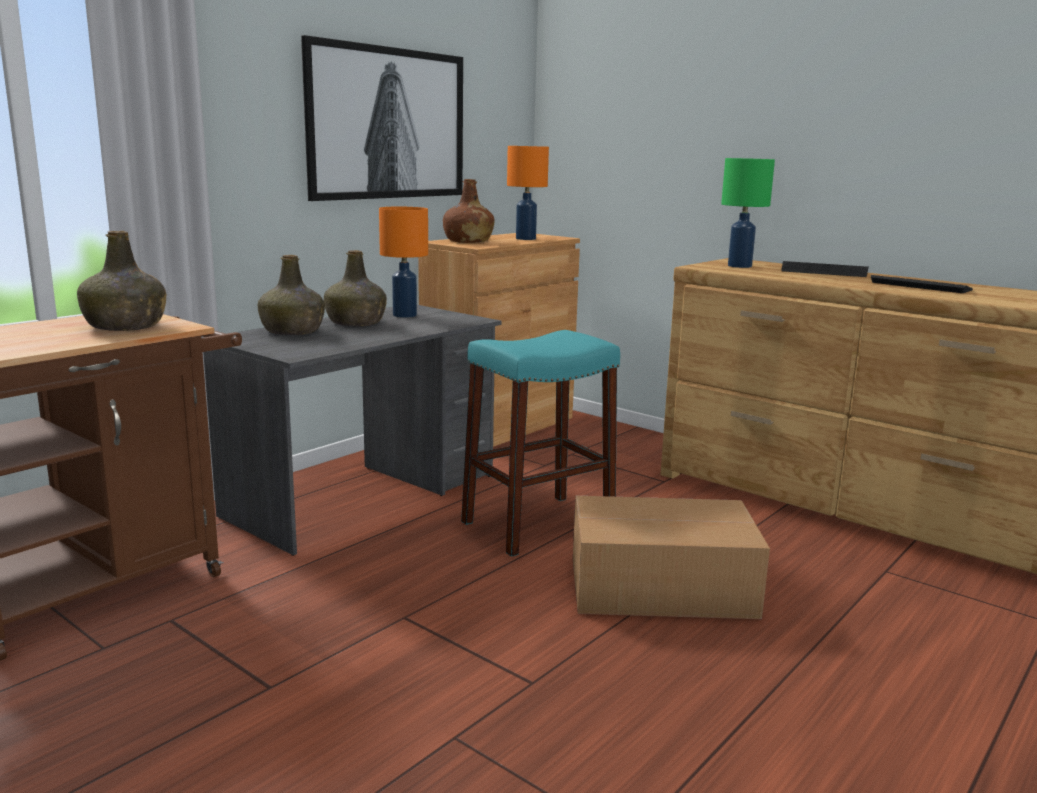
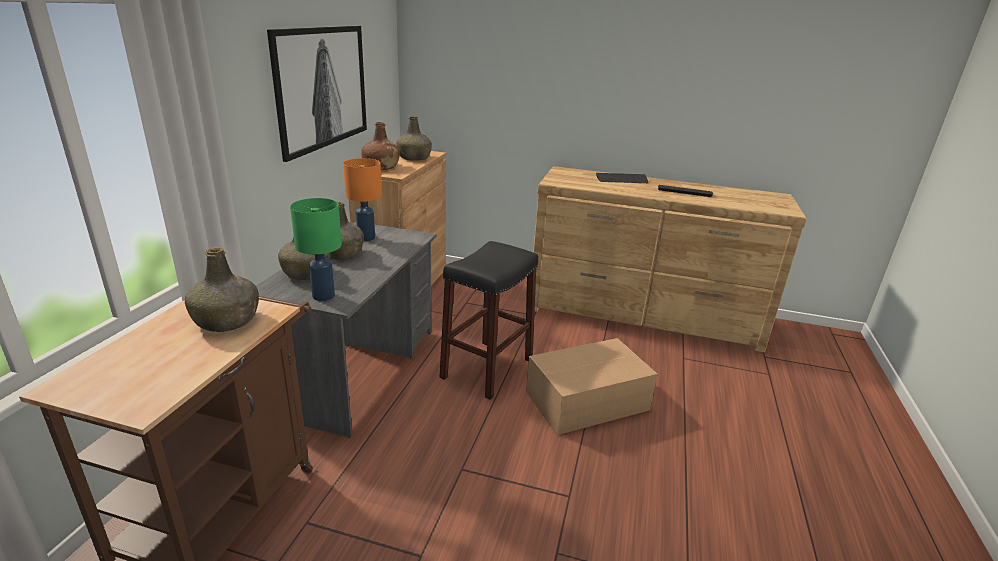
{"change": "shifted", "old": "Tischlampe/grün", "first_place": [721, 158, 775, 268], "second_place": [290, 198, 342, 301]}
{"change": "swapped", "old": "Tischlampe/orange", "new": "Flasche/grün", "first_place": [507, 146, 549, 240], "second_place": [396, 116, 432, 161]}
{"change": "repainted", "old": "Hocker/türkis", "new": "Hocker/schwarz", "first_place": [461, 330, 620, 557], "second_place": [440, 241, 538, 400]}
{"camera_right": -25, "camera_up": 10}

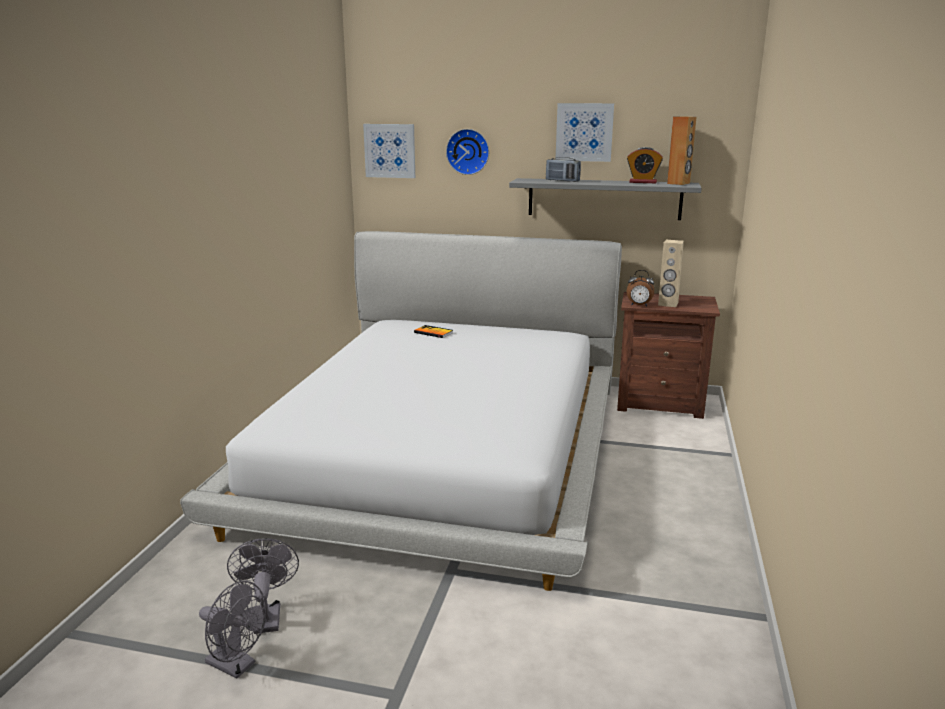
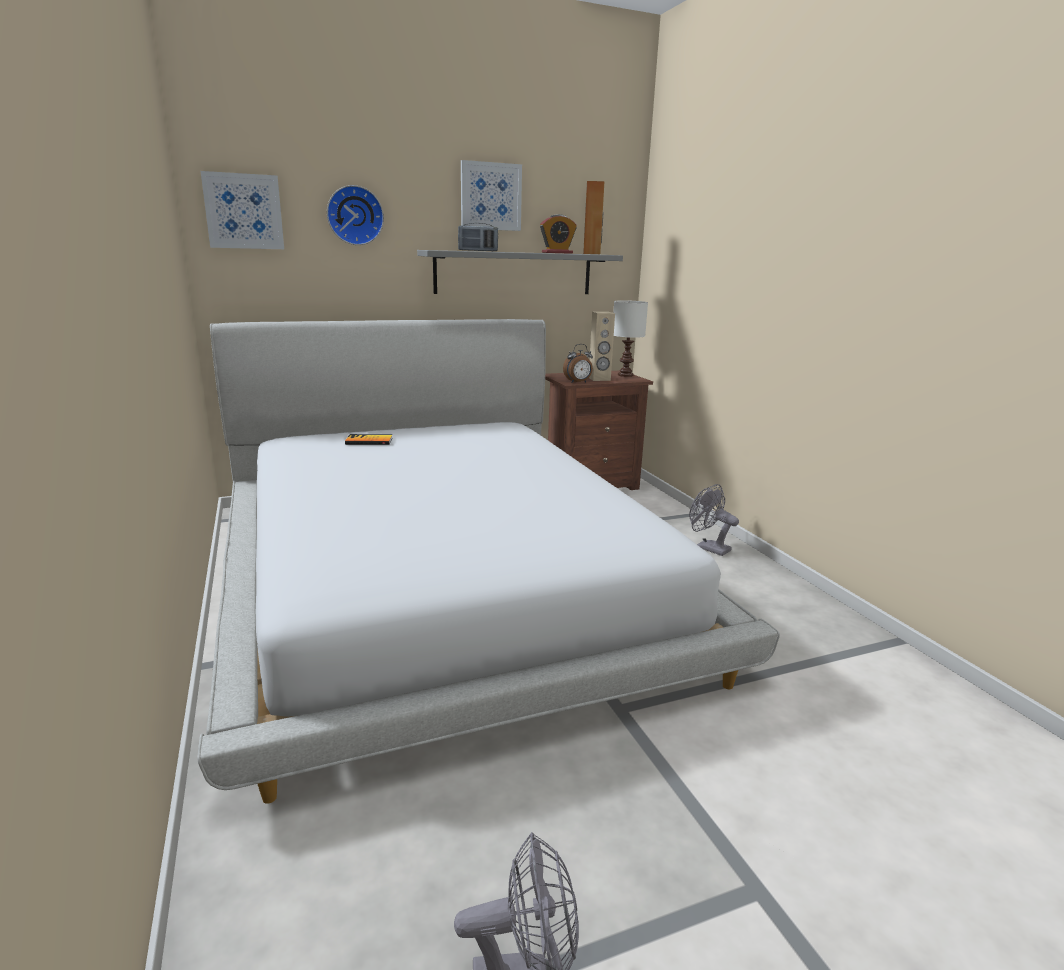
{"change": "new", "new": "Tischlampe/weiß", "second_place": [613, 300, 648, 377]}
{"change": "shifted", "old": "Ventilator/grau", "first_place": [227, 538, 299, 634], "second_place": [689, 484, 739, 556]}
{"camera_right": -35, "camera_up": 0}

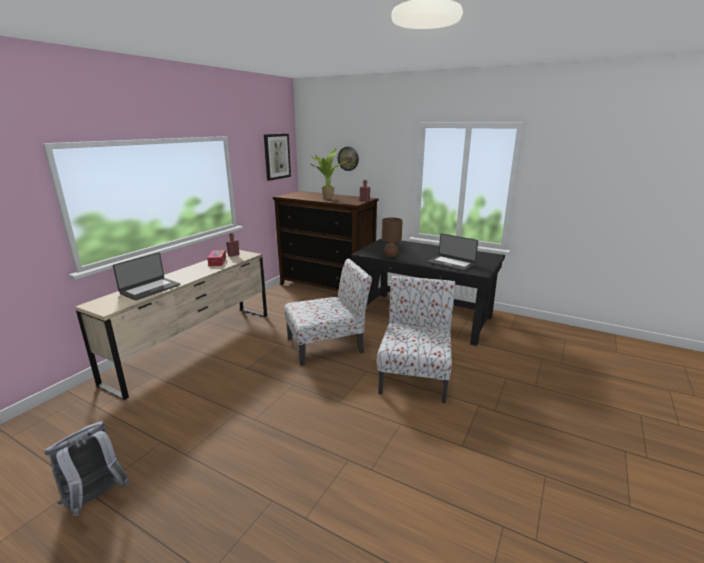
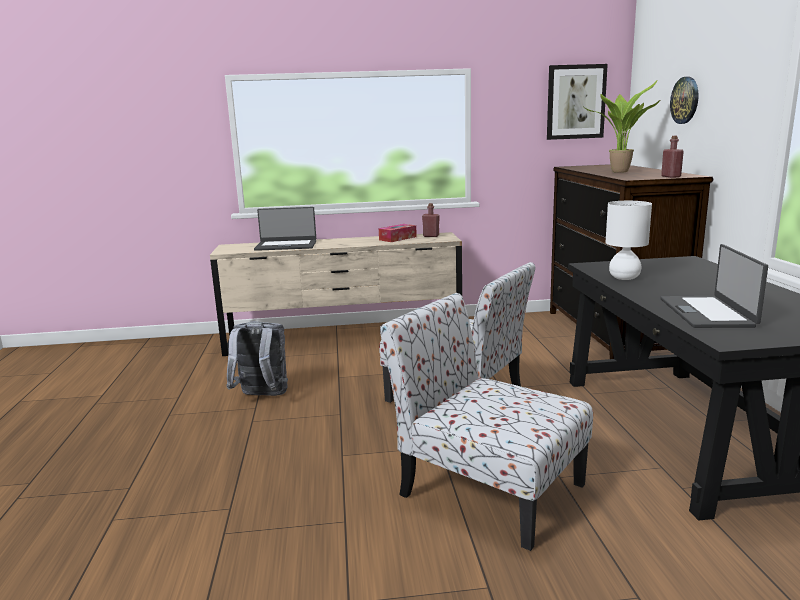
{"change": "shifted", "old": "Rucksack/grau", "first_place": [44, 421, 130, 516], "second_place": [226, 321, 288, 396]}
{"change": "repainted", "old": "Tischlampe/braun", "new": "Tischlampe/weiß", "first_place": [382, 218, 403, 257], "second_place": [605, 201, 652, 280]}
{"change": "rotated", "old": "Stuhl", "first_place": [377, 276, 455, 404], "second_place": [380, 293, 593, 551], "degrees": -120}
{"camera_right": 55, "camera_up": -5}

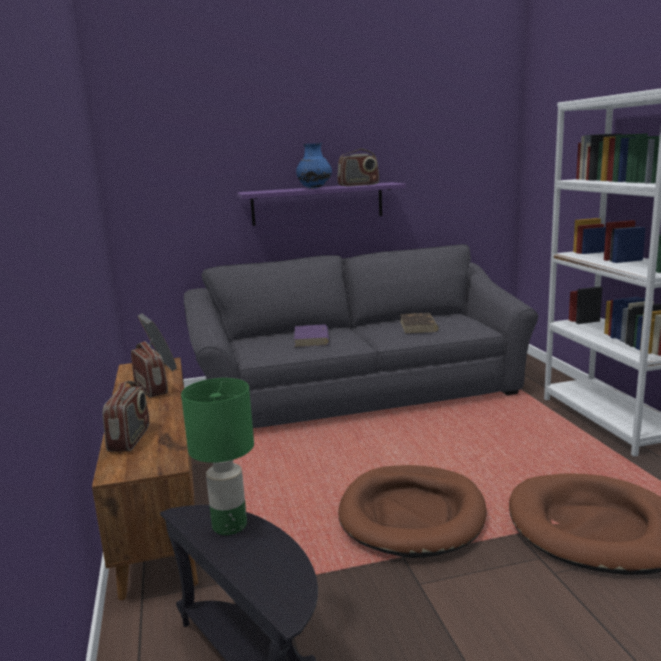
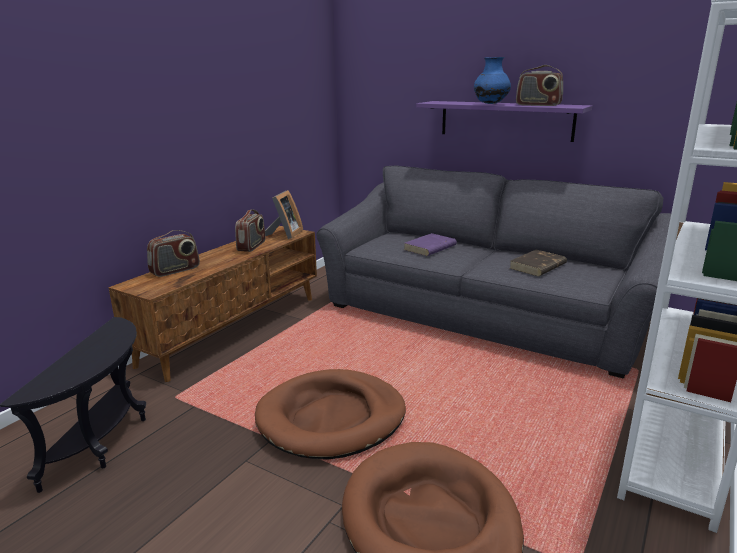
{"change": "gone", "old": "Tischlampe/grün", "first_place": [181, 378, 254, 535]}
{"camera_right": 45, "camera_up": 5}

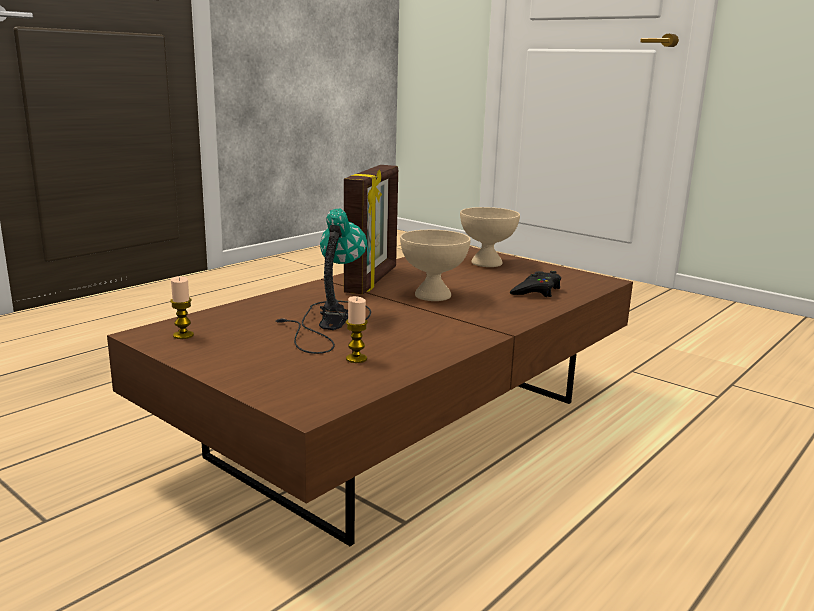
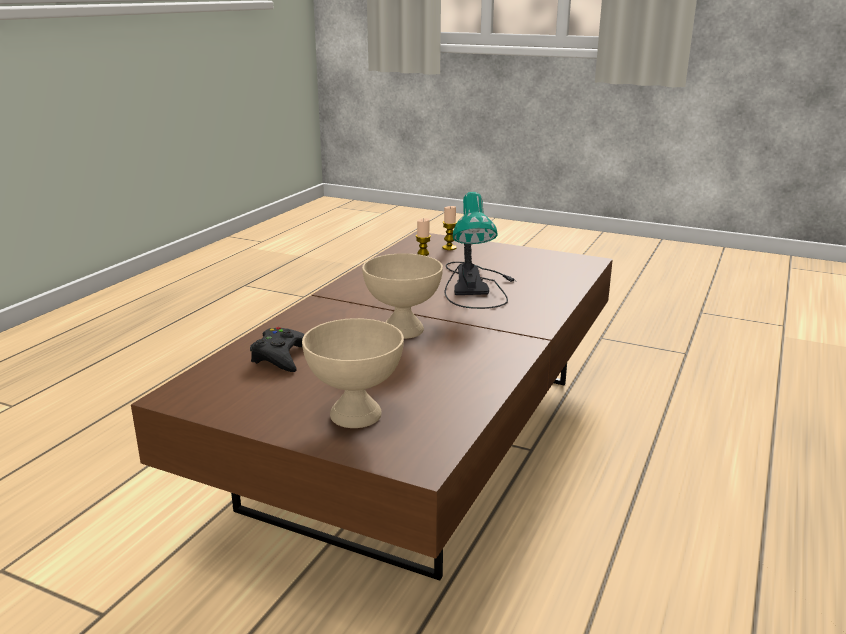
{"change": "gone", "old": "Bilderrahmen", "first_place": [344, 165, 398, 294]}
{"change": "shifted", "old": "Kerze", "first_place": [170, 276, 194, 339], "second_place": [442, 206, 457, 250]}
{"camera_right": 165, "camera_up": 5}

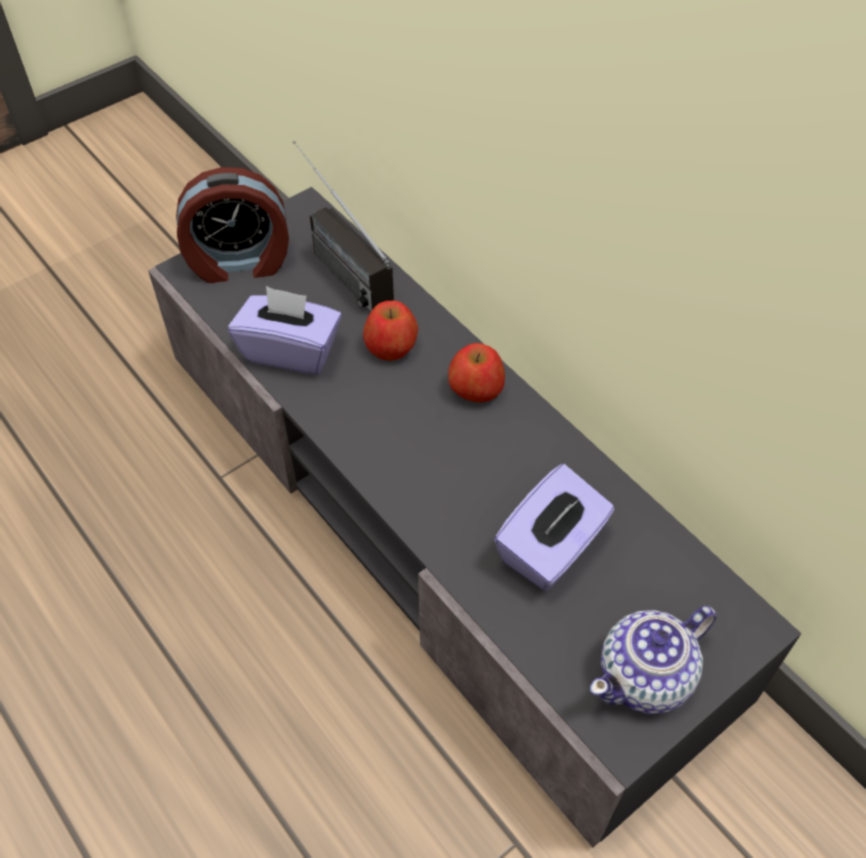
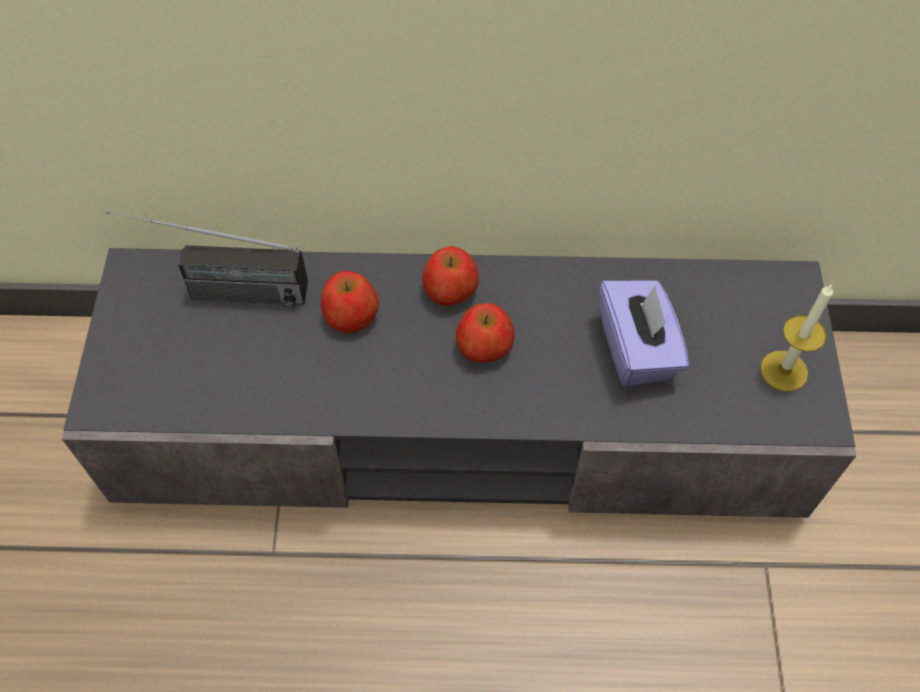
{"change": "gone", "old": "Wecker", "first_place": [176, 167, 289, 283]}
{"change": "gone", "old": "Taschentuchbox/lila", "first_place": [228, 286, 342, 375]}
{"change": "new", "new": "Apfel", "second_place": [456, 303, 515, 362]}
{"change": "swapped", "old": "Teekanne", "new": "Kerze", "first_place": [590, 606, 716, 714], "second_place": [760, 283, 833, 391]}
{"camera_right": -50, "camera_up": 5}

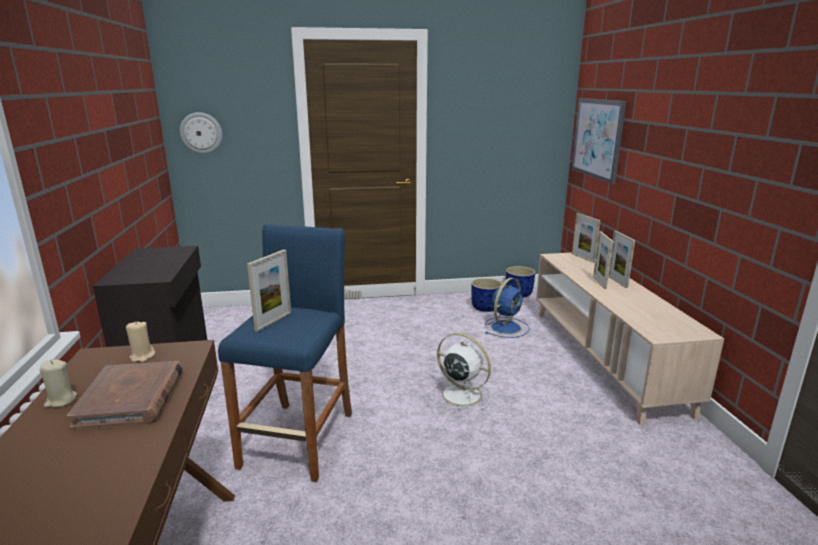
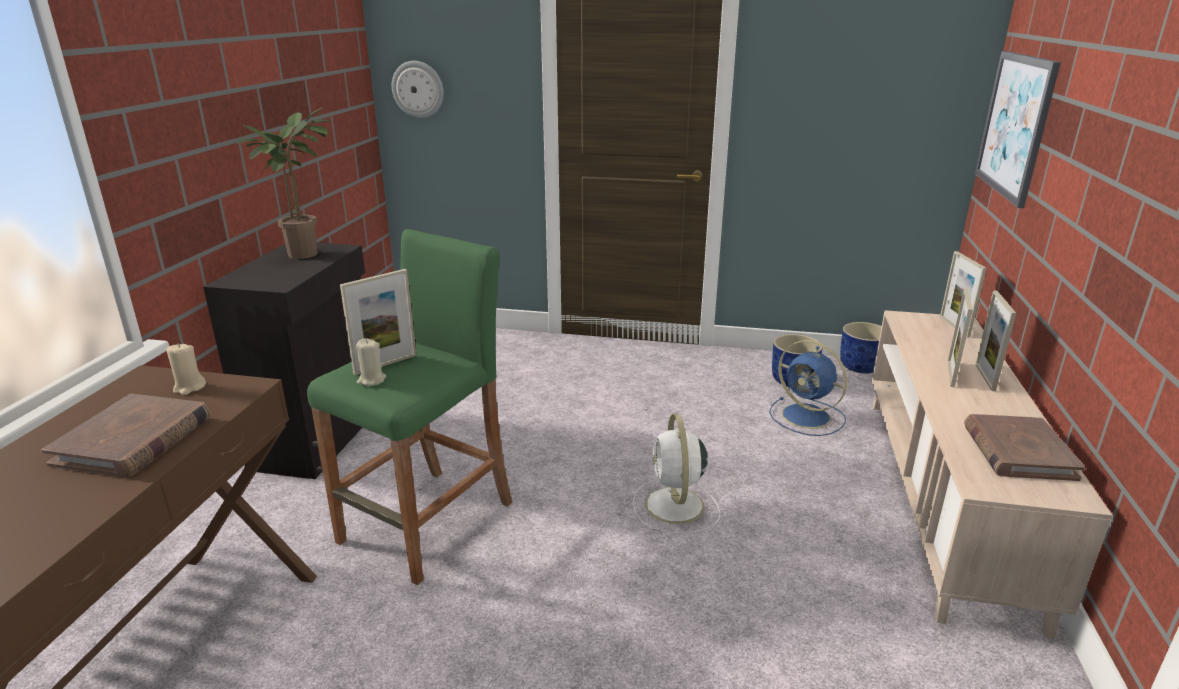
{"change": "new", "new": "Topfpflanze", "second_place": [236, 108, 329, 259]}
{"change": "new", "new": "Buch/braun", "second_place": [964, 414, 1085, 481]}
{"change": "shifted", "old": "Kerze/beige", "first_place": [40, 359, 77, 407], "second_place": [356, 338, 386, 386]}
{"change": "repainted", "old": "Hocker/blau", "new": "Hocker/grün", "first_place": [218, 224, 352, 482], "second_place": [307, 229, 512, 585]}
{"change": "rotated", "old": "Ventilator/weiß", "first_place": [431, 333, 491, 410], "second_place": [633, 414, 720, 534], "degrees": -150}
{"change": "rotated", "old": "Ventilator/blau", "first_place": [485, 278, 530, 338], "second_place": [769, 340, 847, 436], "degrees": 75}
{"camera_right": 20, "camera_up": 5}

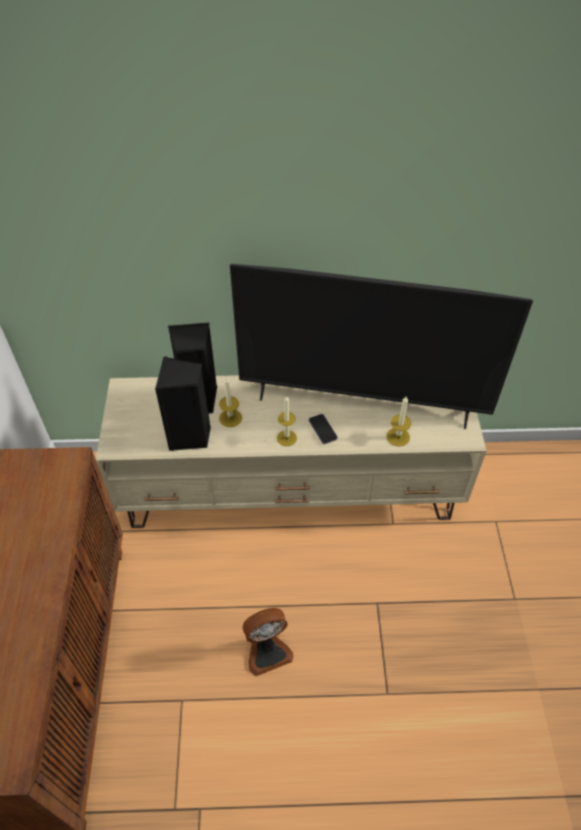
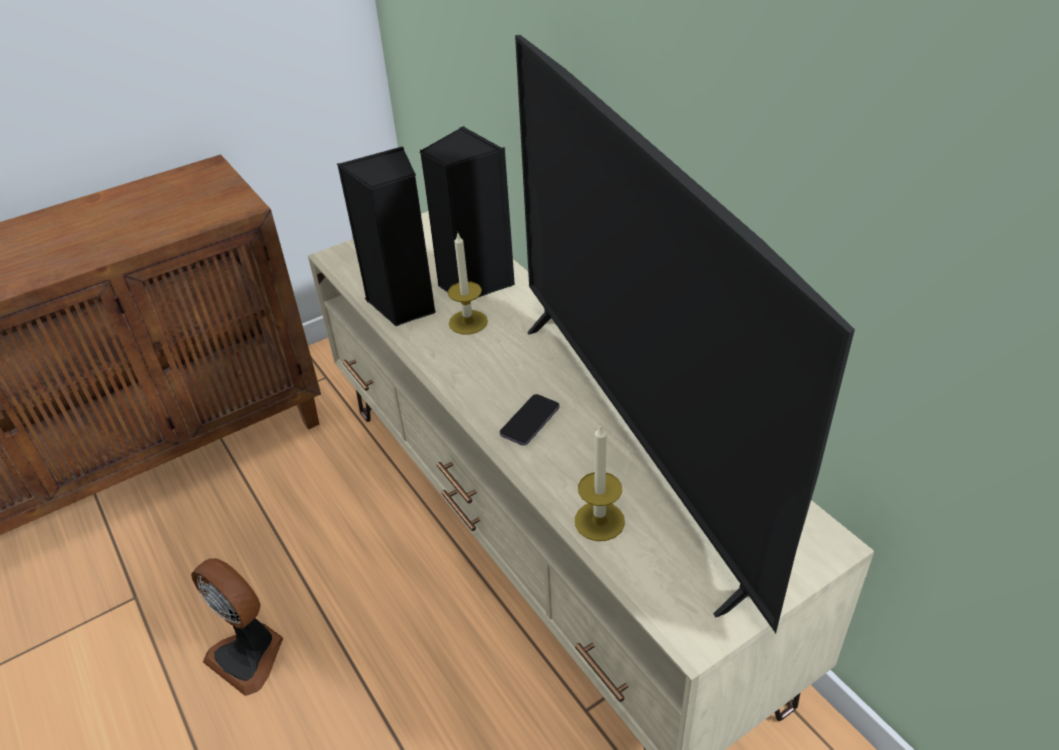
{"change": "gone", "old": "Kerze", "first_place": [277, 395, 297, 446]}
{"camera_right": 60, "camera_up": -10}

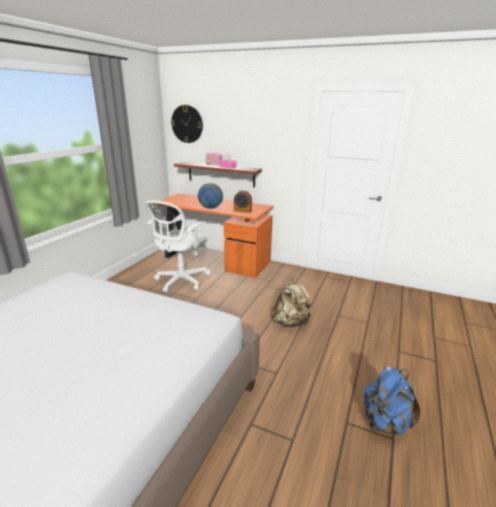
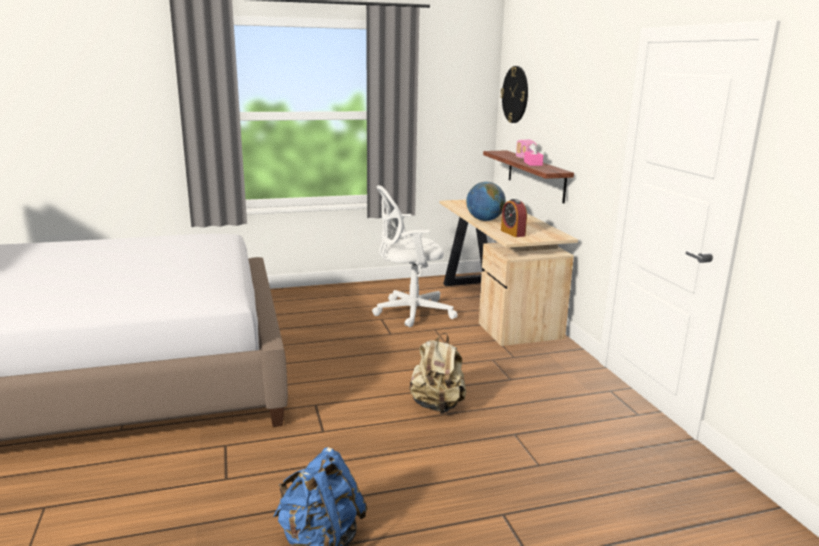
{"change": "repainted", "old": "Schreibtisch/orange", "new": "Schreibtisch/beige", "first_place": [160, 193, 274, 278], "second_place": [439, 200, 578, 346]}
{"camera_right": 50, "camera_up": -5}

